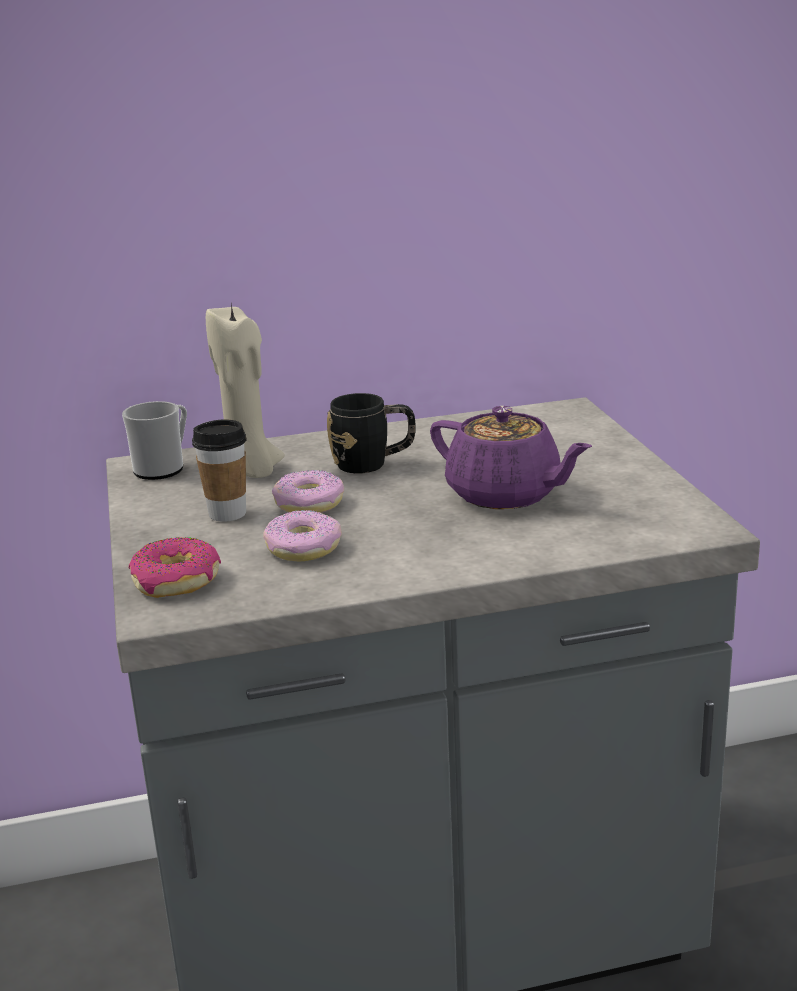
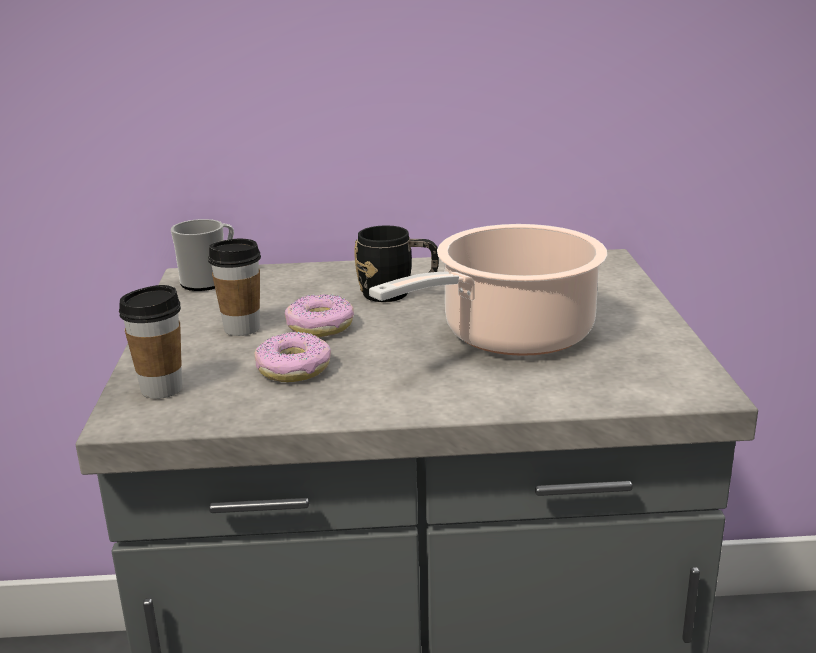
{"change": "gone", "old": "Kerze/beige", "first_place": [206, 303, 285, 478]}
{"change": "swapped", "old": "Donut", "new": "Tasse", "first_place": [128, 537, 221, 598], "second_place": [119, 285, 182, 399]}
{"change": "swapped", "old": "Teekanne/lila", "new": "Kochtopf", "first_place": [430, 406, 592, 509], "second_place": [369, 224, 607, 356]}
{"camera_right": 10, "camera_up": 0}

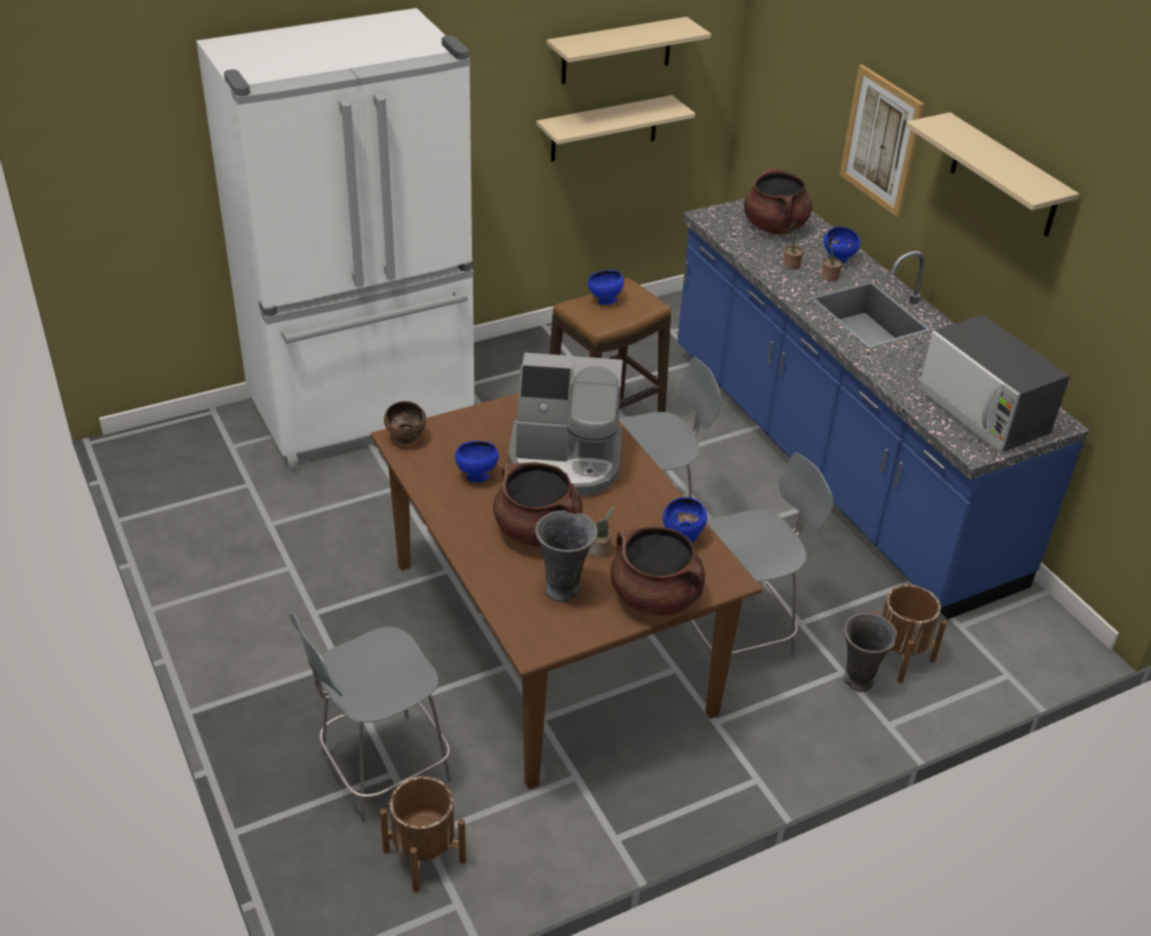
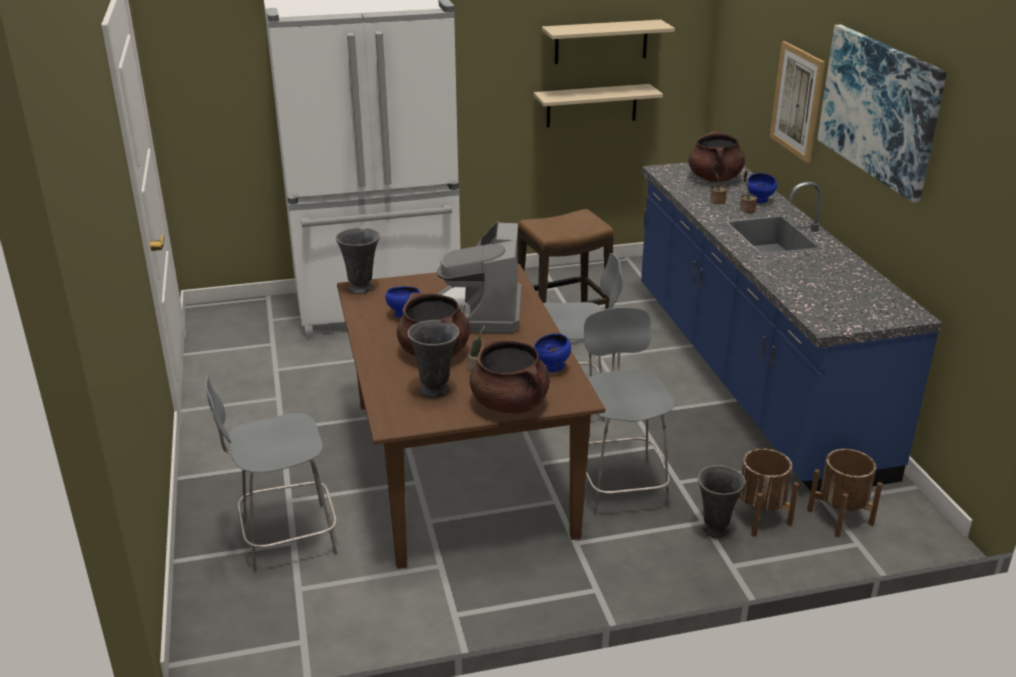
{"change": "gone", "old": "Schüssel/blau", "first_place": [588, 270, 624, 305]}
{"change": "gone", "old": "Mikrowelle", "first_place": [918, 314, 1070, 453]}
{"change": "shifted", "old": "Pflanzkübel/braun", "first_place": [380, 776, 466, 892], "second_place": [807, 449, 883, 537]}
{"change": "swapped", "old": "Schüssel/braun", "new": "Vase/grau", "first_place": [384, 401, 426, 444], "second_place": [336, 228, 380, 294]}
{"change": "swapped", "old": "Wandregal/beige", "new": "Bild", "first_place": [905, 112, 1079, 237], "second_place": [817, 25, 947, 203]}
{"change": "rotated", "old": "Kaffeemaschine", "first_place": [508, 353, 623, 496], "second_place": [437, 221, 521, 333], "degrees": 75}
{"change": "rotated", "old": "Stuhl/grau", "first_place": [691, 453, 833, 657], "second_place": [584, 307, 675, 516], "degrees": -90}
{"camera_right": 15, "camera_up": -10}

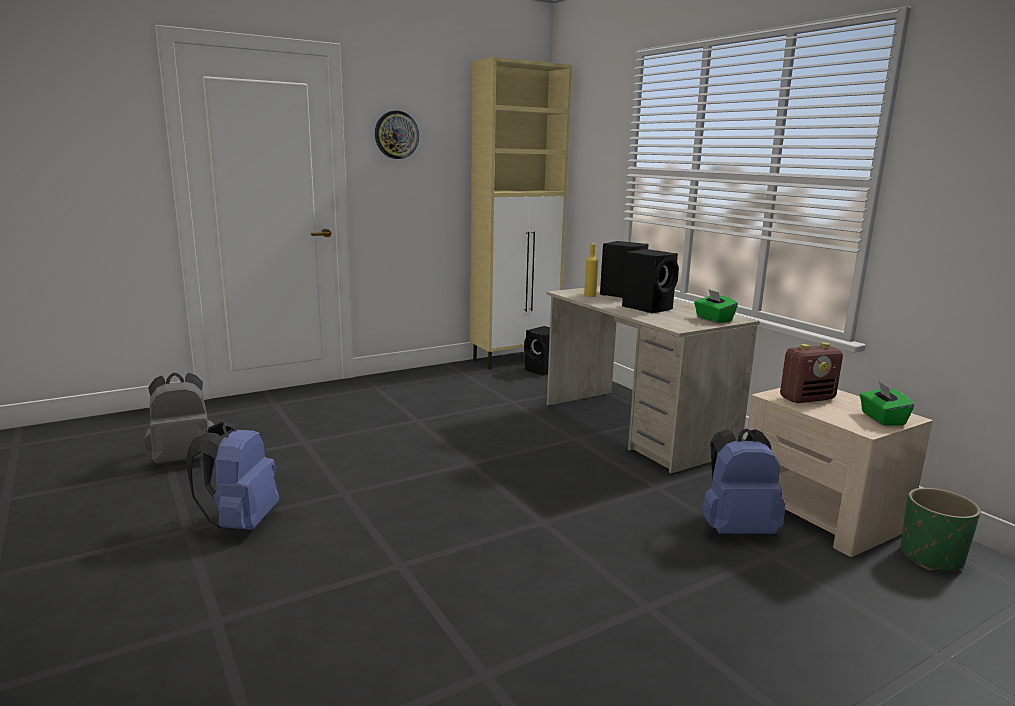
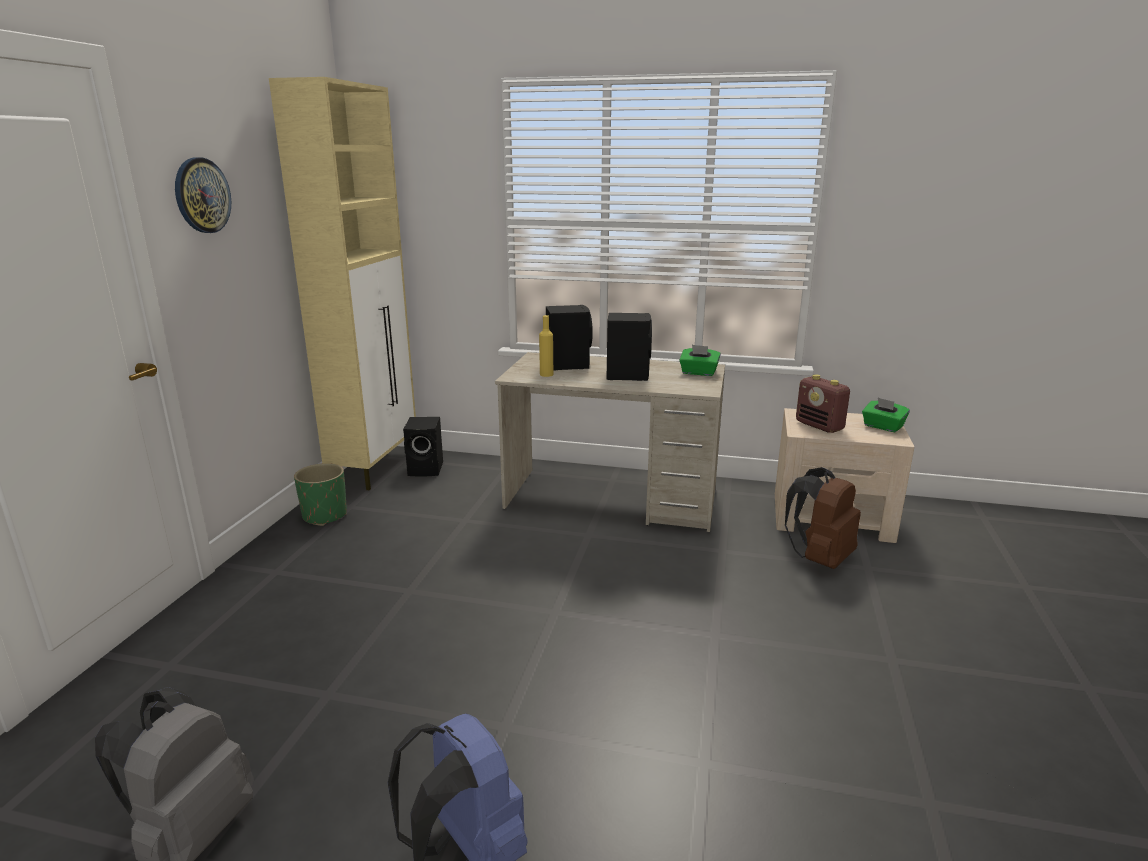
{"change": "shifted", "old": "Pflanzkübel/grün", "first_place": [900, 488, 981, 571], "second_place": [294, 463, 347, 526]}
{"change": "repainted", "old": "Rucksack/blau", "new": "Rucksack/braun", "first_place": [702, 429, 785, 534], "second_place": [785, 467, 861, 569]}
{"change": "rotated", "old": "Radio", "first_place": [780, 342, 843, 403], "second_place": [796, 374, 850, 433], "degrees": 120}
{"camera_right": -45, "camera_up": 5}

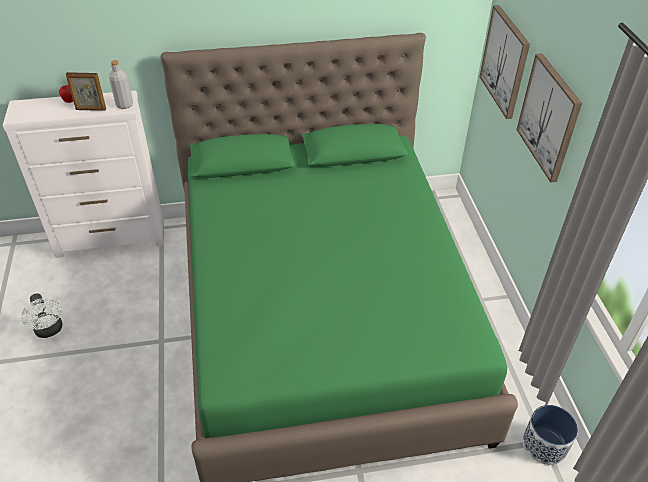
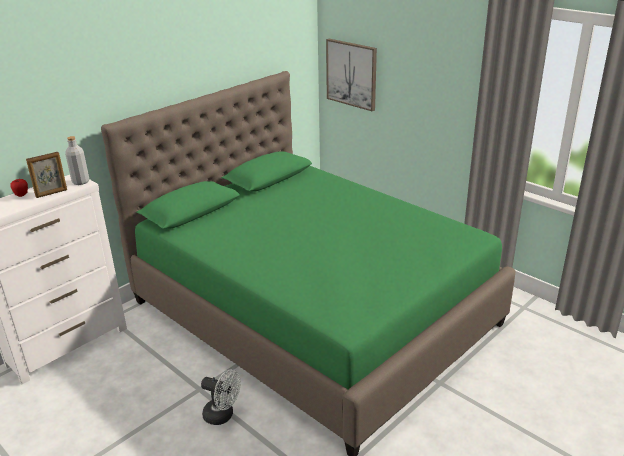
{"change": "gone", "old": "Bild", "first_place": [517, 53, 582, 183]}
{"change": "gone", "old": "Pflanzkübel", "first_place": [523, 405, 578, 465]}
{"change": "shifted", "old": "Ventilator/weiß", "first_place": [21, 293, 62, 338], "second_place": [201, 369, 241, 425]}
{"camera_right": -35, "camera_up": -15}

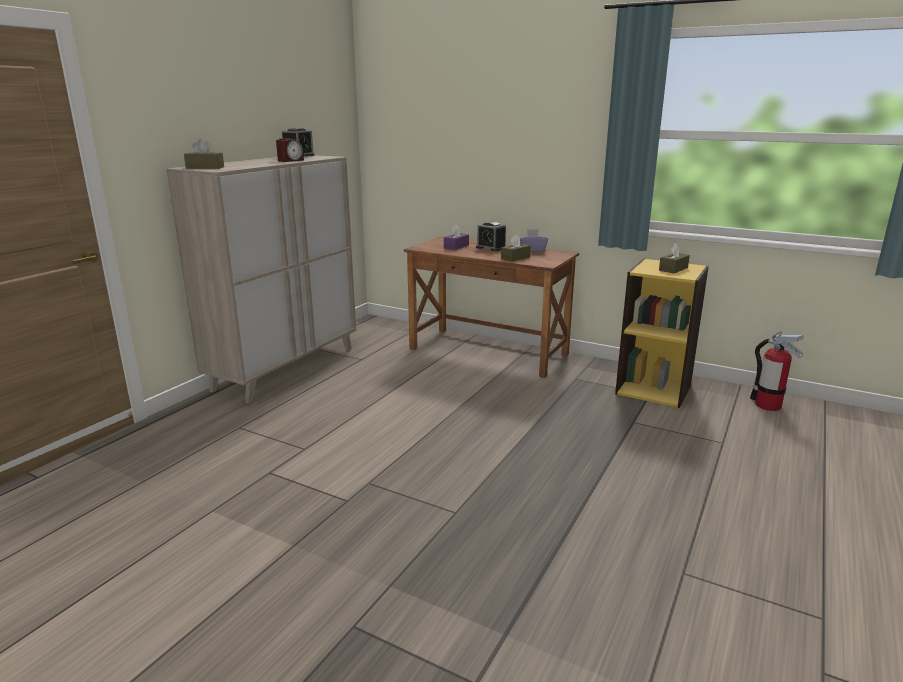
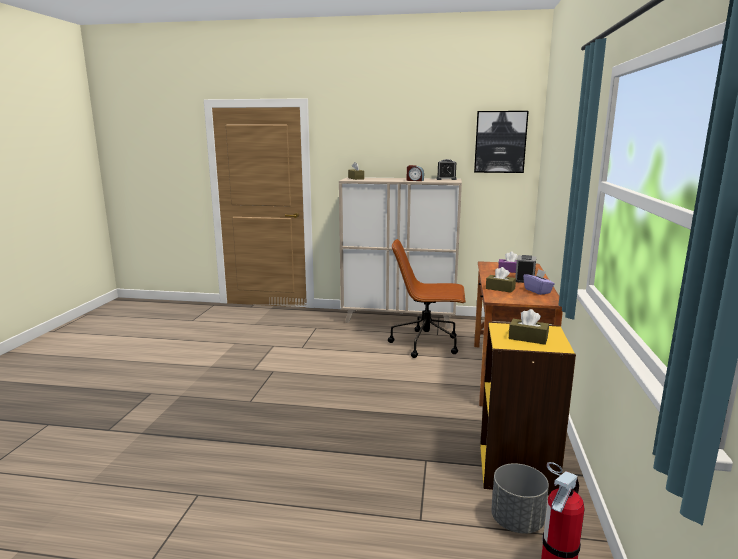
{"change": "new", "new": "Bürostuhl/braun", "second_place": [388, 239, 466, 358]}
{"change": "new", "new": "Bild", "second_place": [474, 111, 529, 173]}
{"change": "new", "new": "Pflanzkübel/grau", "second_place": [491, 463, 549, 534]}
{"camera_right": 70, "camera_up": -5}

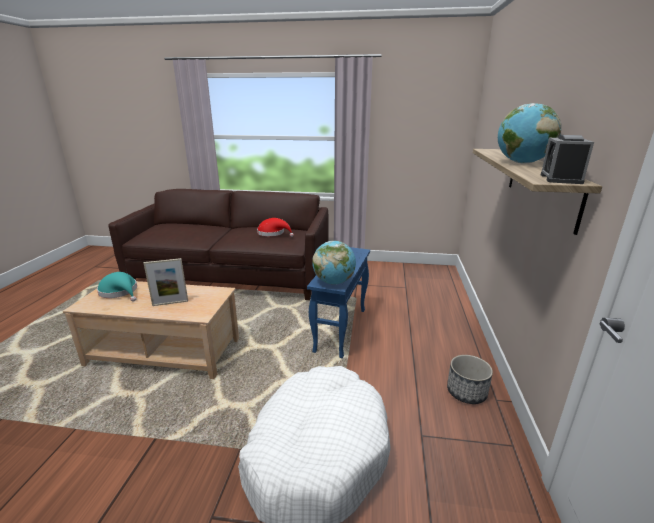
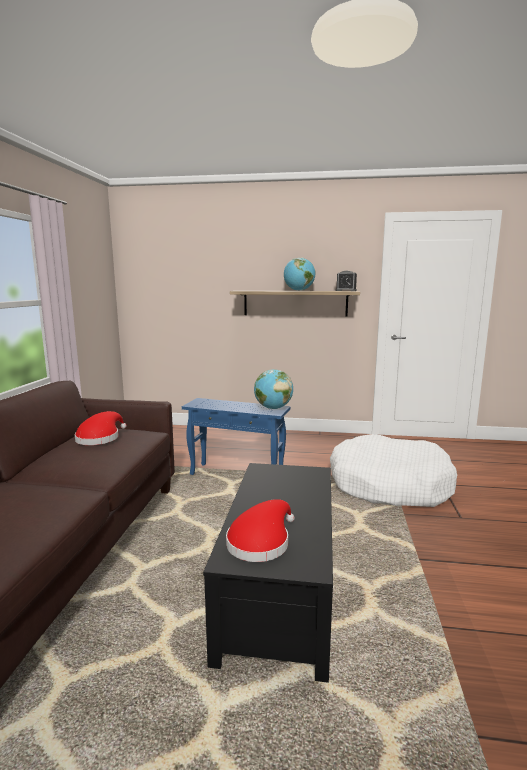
{"change": "gone", "old": "Bilderrahmen", "first_place": [143, 258, 188, 306]}
{"change": "gone", "old": "Pflanzkübel", "first_place": [447, 355, 493, 404]}
{"change": "repainted", "old": "Couchtisch/beige", "new": "Couchtisch/schwarz", "first_place": [63, 281, 239, 379], "second_place": [203, 463, 333, 683]}
{"change": "repainted", "old": "Hut/türkis", "new": "Hut/rot", "first_place": [97, 272, 137, 302], "second_place": [226, 499, 295, 562]}
{"camera_right": -90, "camera_up": -10}

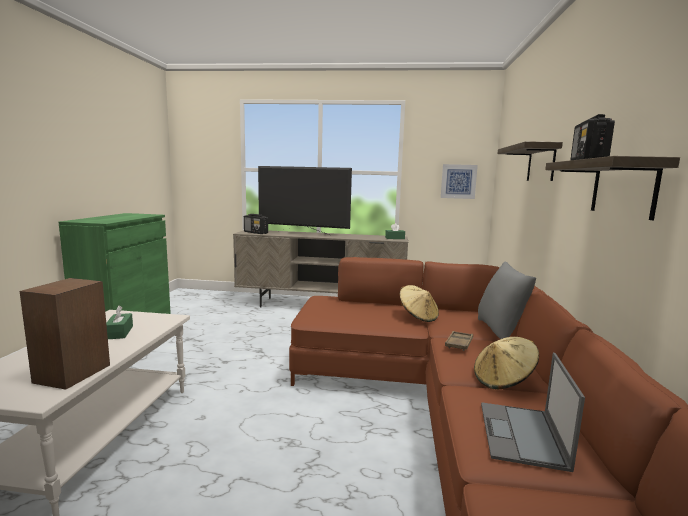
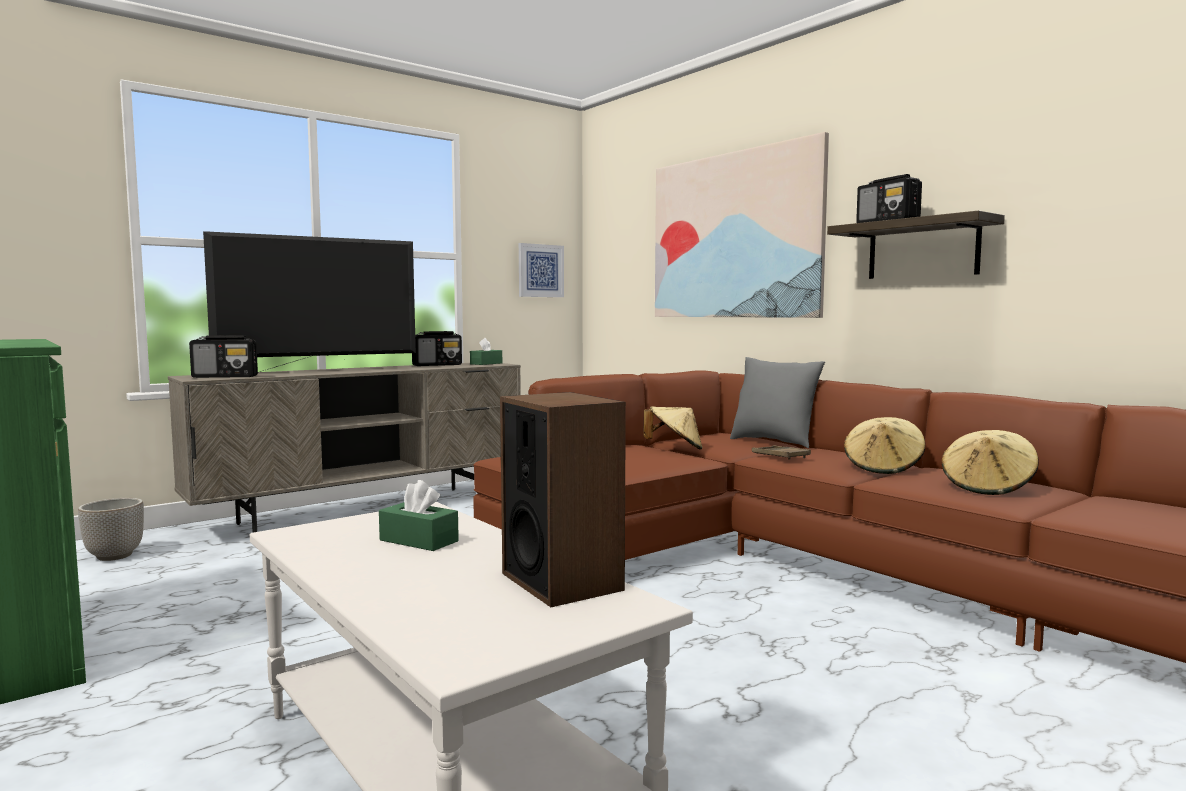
{"change": "new", "new": "Pflanzkübel", "second_place": [78, 498, 144, 561]}
{"change": "new", "new": "Radio", "second_place": [412, 331, 462, 366]}
{"change": "swapped", "old": "Laptop", "new": "Hut/beige", "first_place": [481, 353, 585, 472], "second_place": [941, 430, 1039, 495]}
{"change": "swapped", "old": "Wandregal", "new": "Bild", "first_place": [498, 141, 563, 181], "second_place": [655, 132, 829, 318]}
{"camera_right": -45, "camera_up": -5}

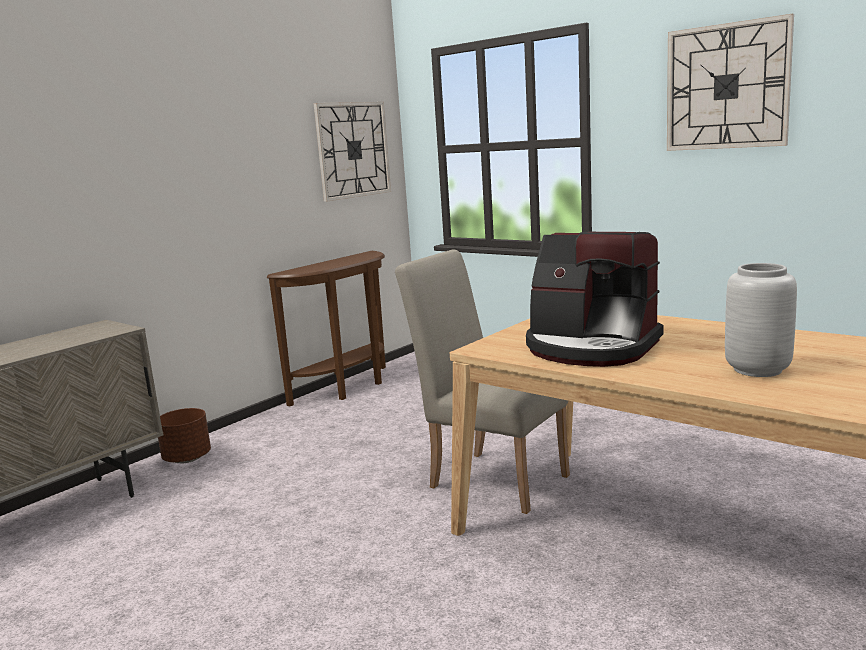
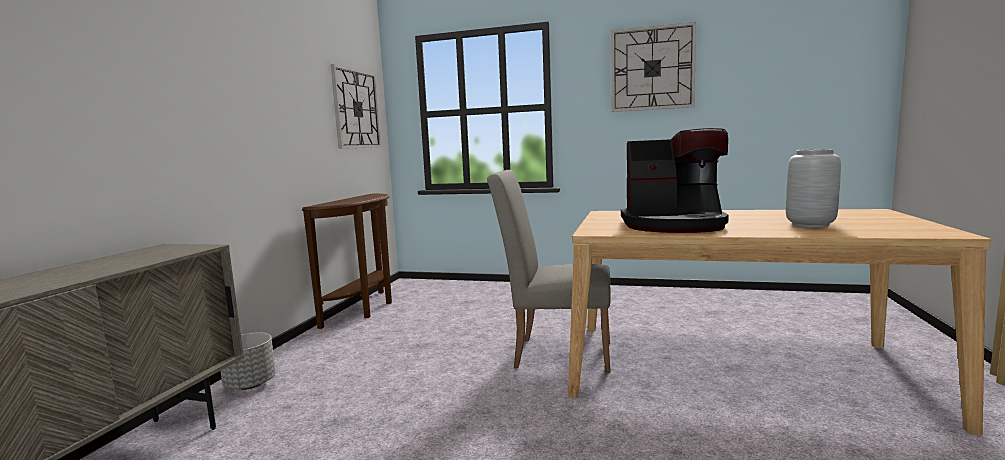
{"change": "repainted", "old": "Pflanzkübel/braun", "new": "Pflanzkübel/grau", "first_place": [158, 408, 211, 463], "second_place": [221, 332, 276, 390]}
{"camera_right": -25, "camera_up": -5}

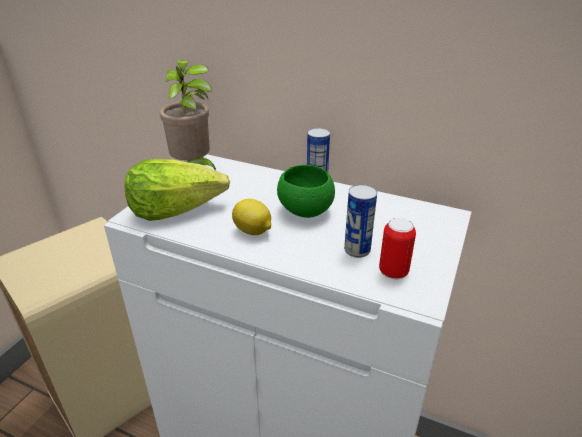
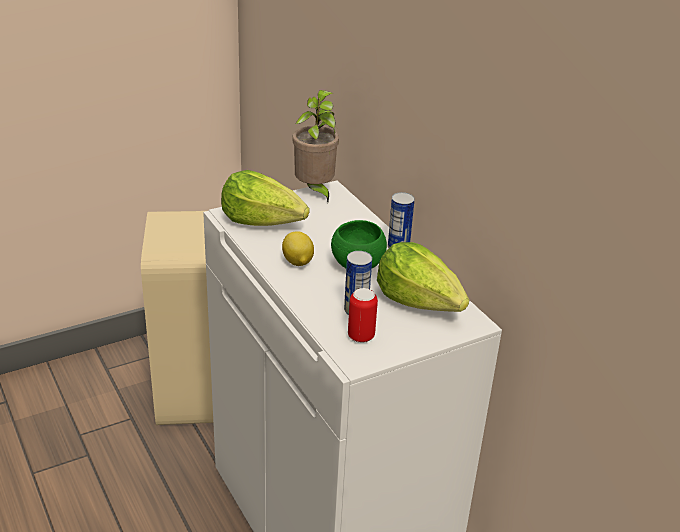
{"change": "new", "new": "Salatkopf", "second_place": [377, 242, 469, 312]}
{"camera_right": 35, "camera_up": 0}

